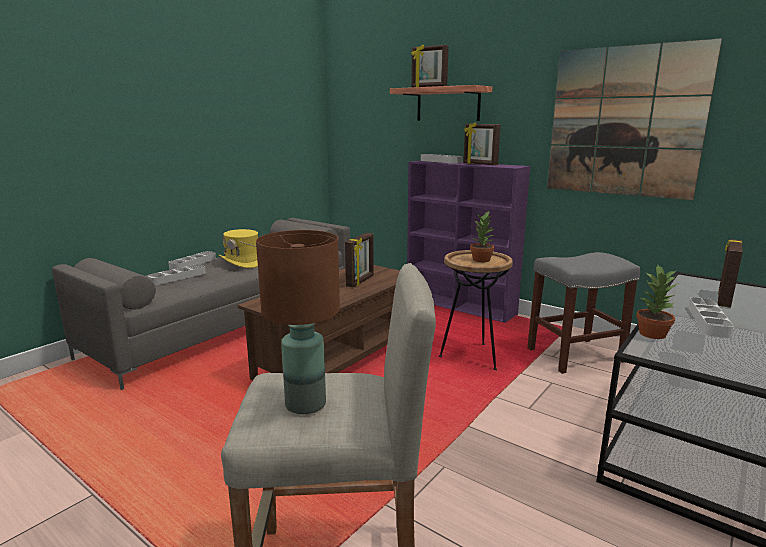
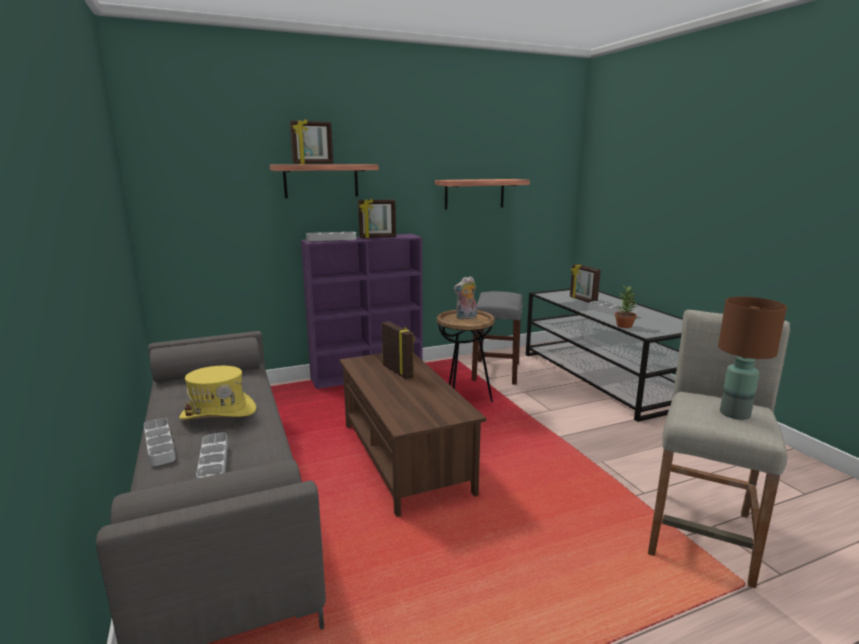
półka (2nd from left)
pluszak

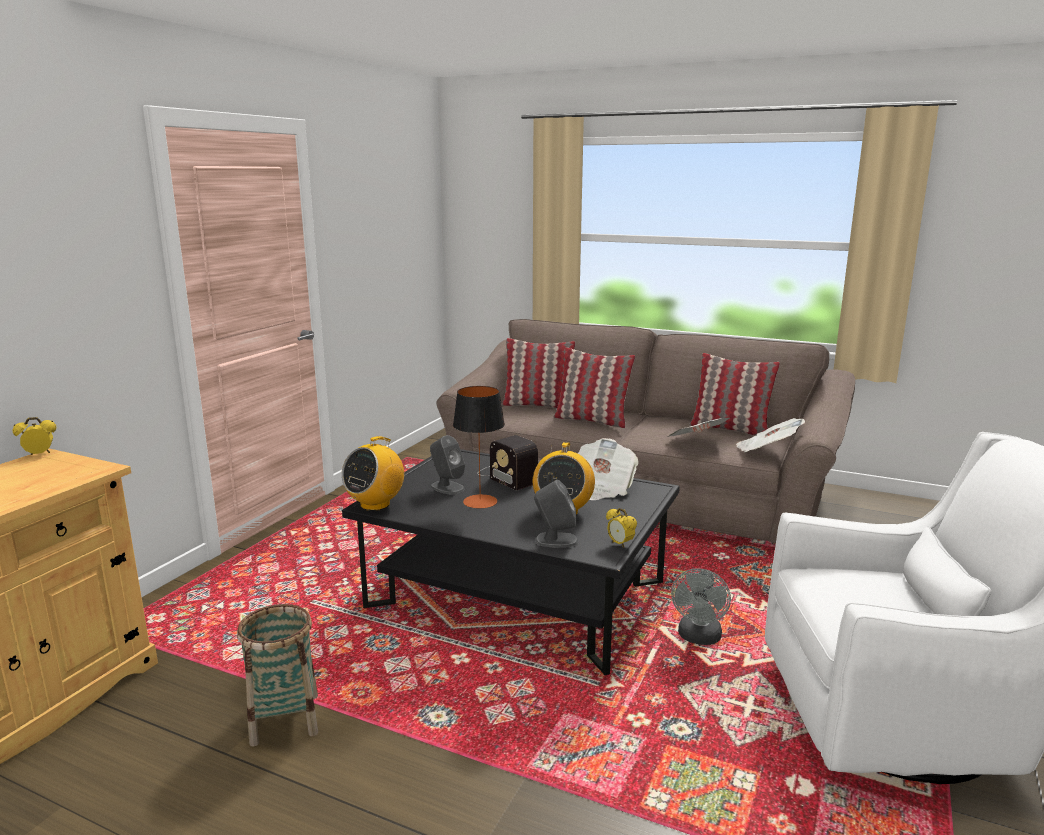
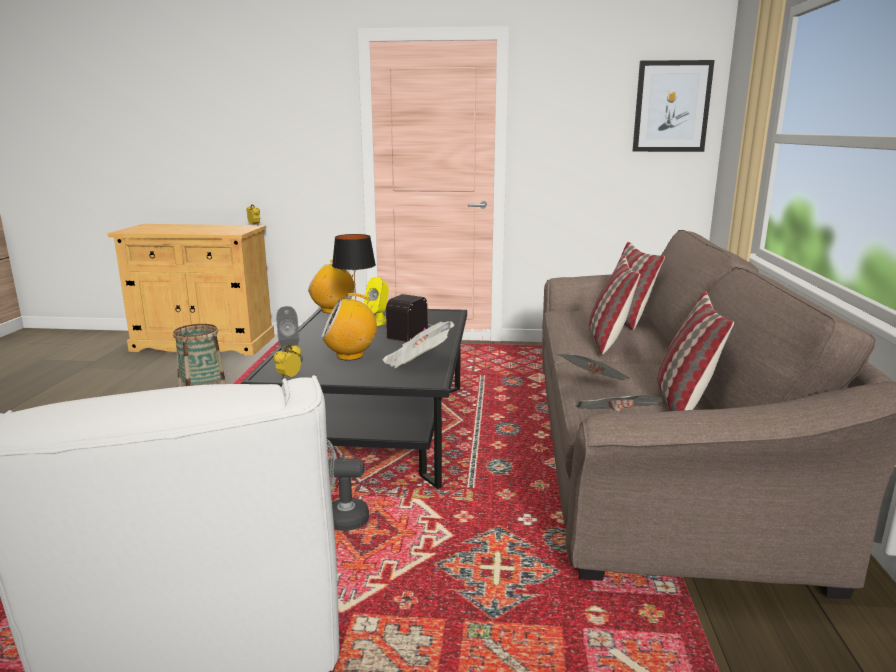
głośnik/żółty
obraz

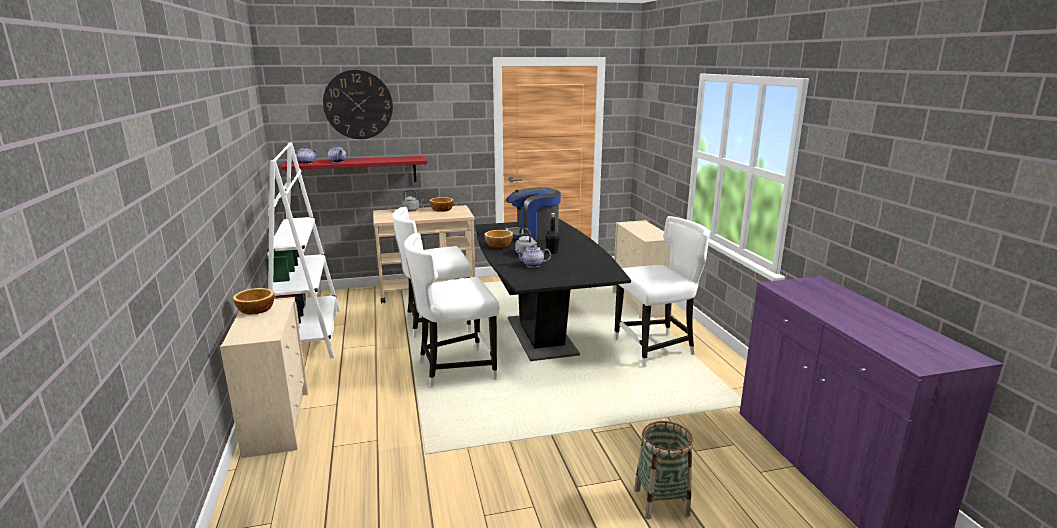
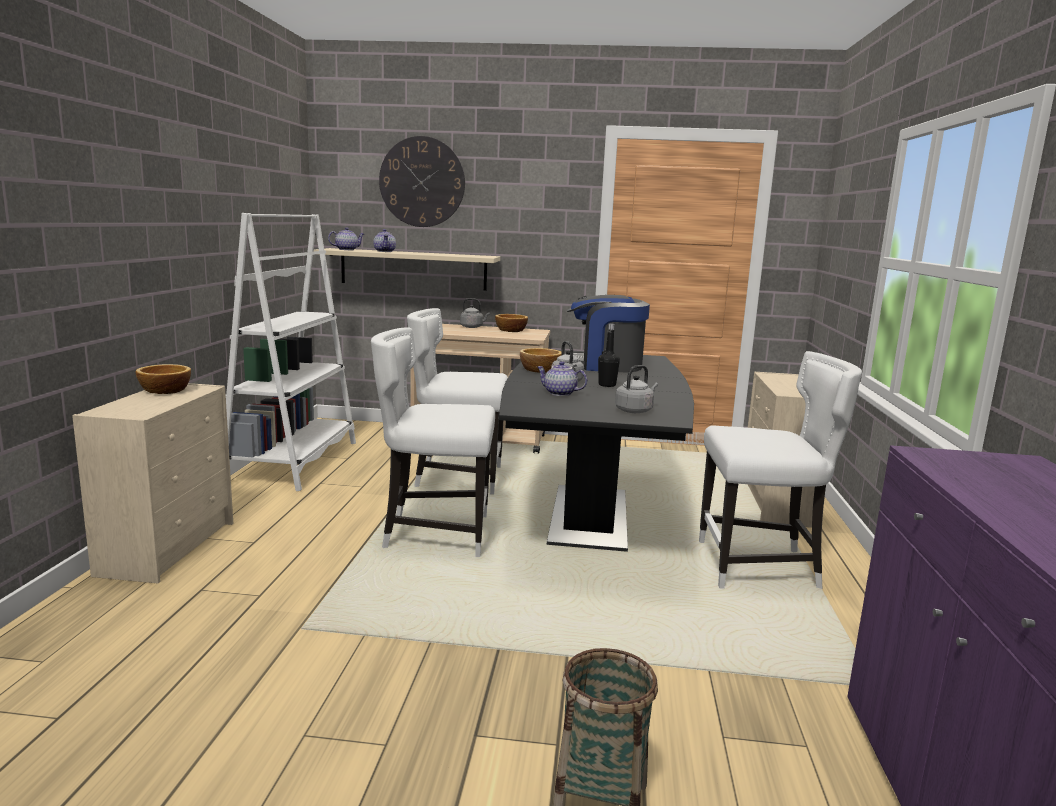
półka/beżowy
czajnik/szary (3rd from left)

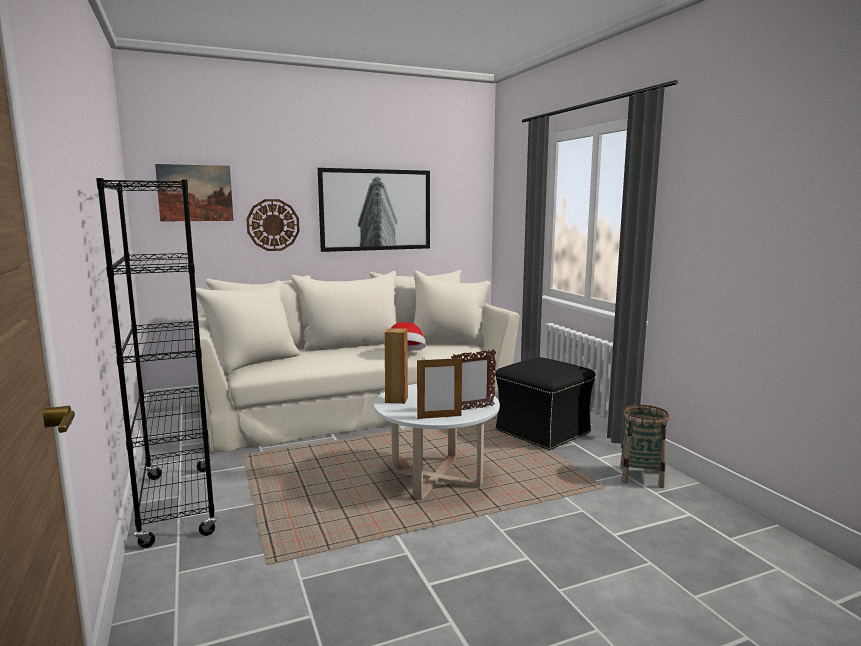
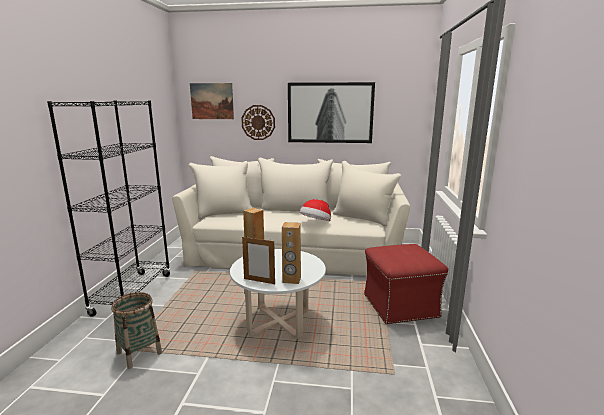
głośnik/brązowy (2nd from left)
pufa/czerwony
koszyk

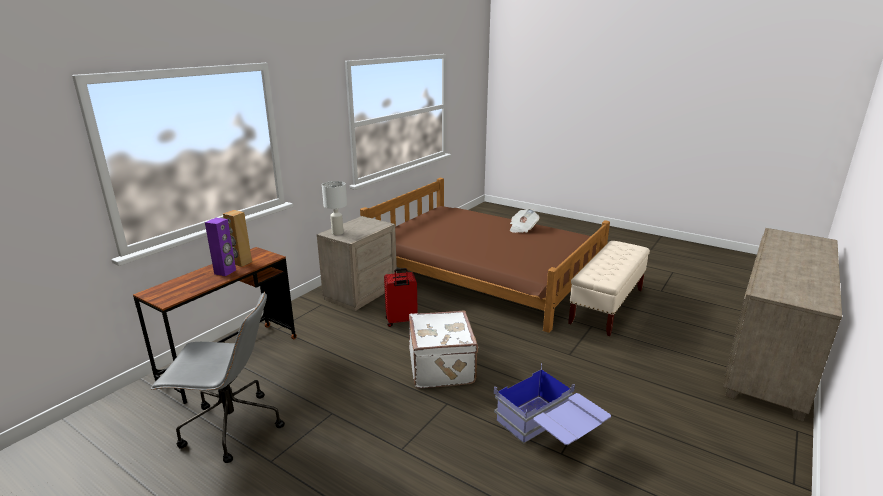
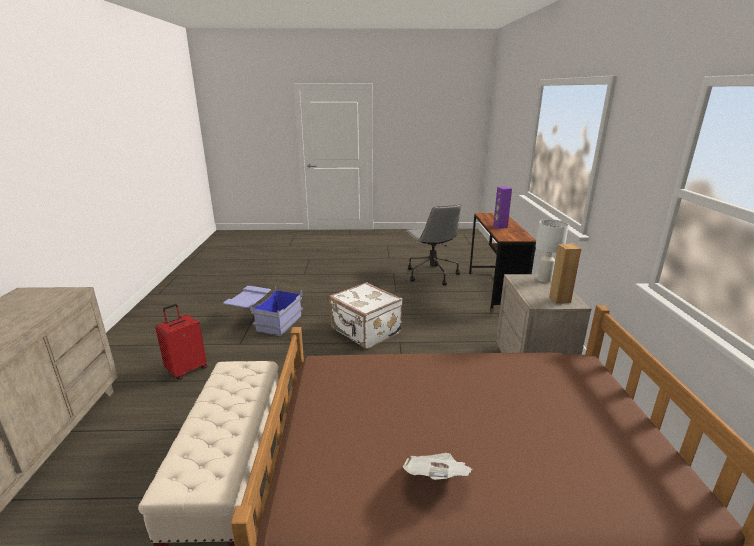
głośnik/brązowy
walizka/czerwony
krzesło biurowe/szary

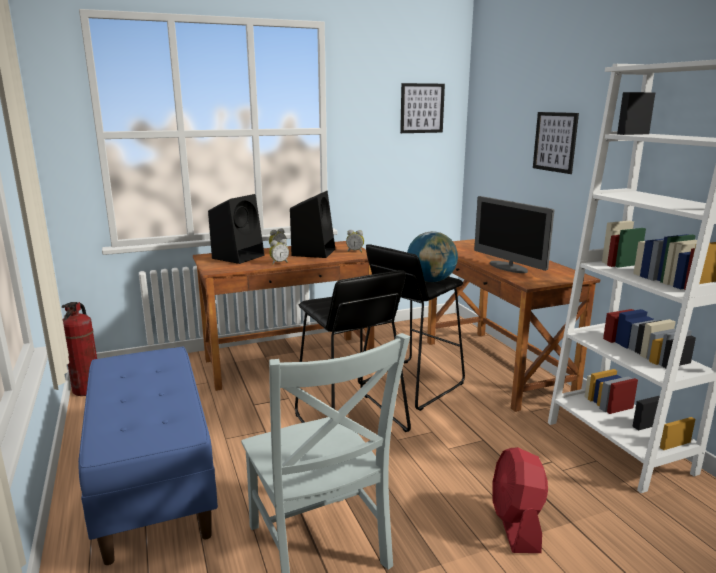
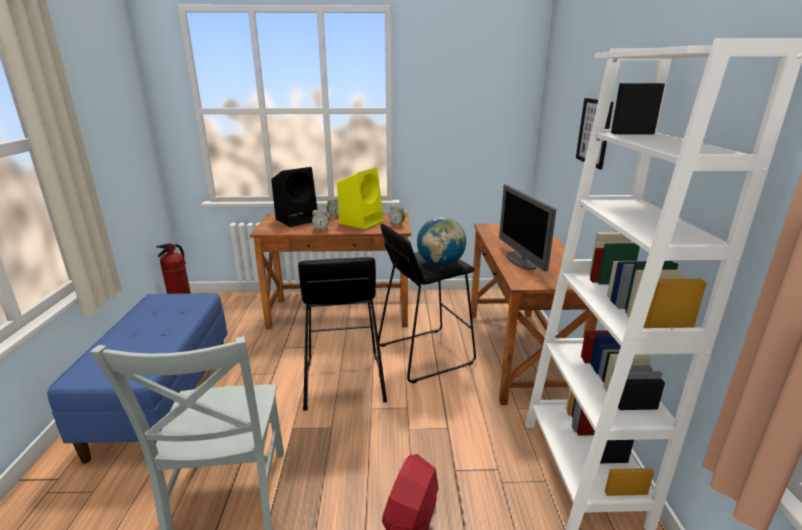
obraz (1st from left in the first image)
głośnik/żółty

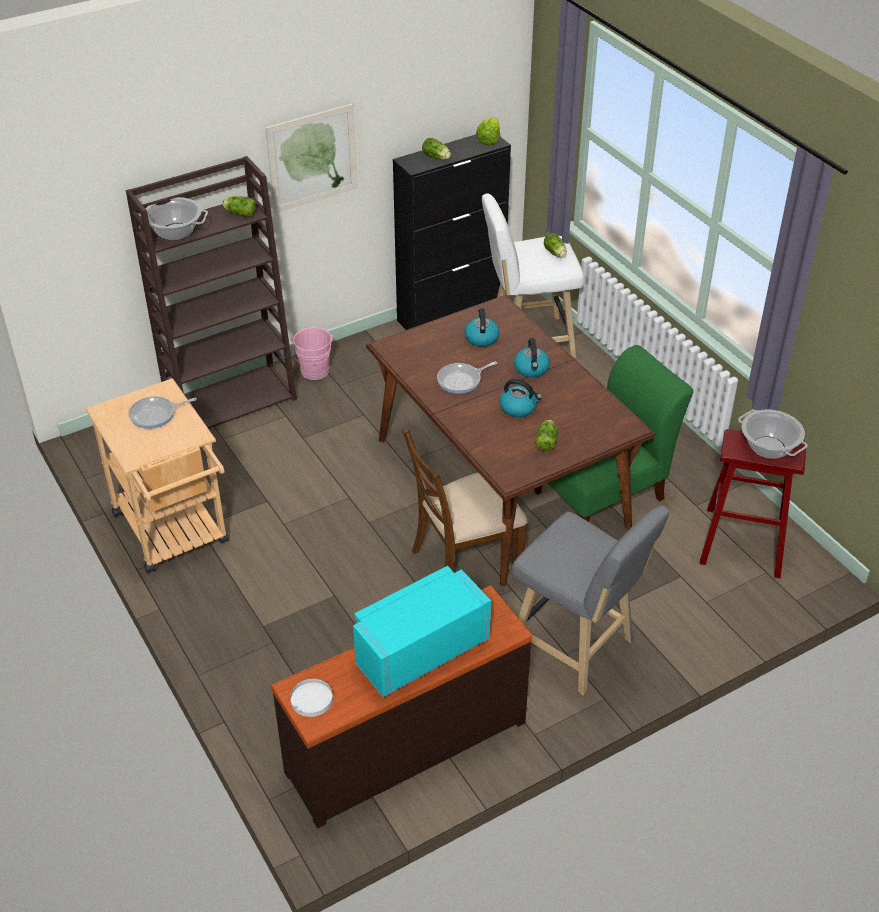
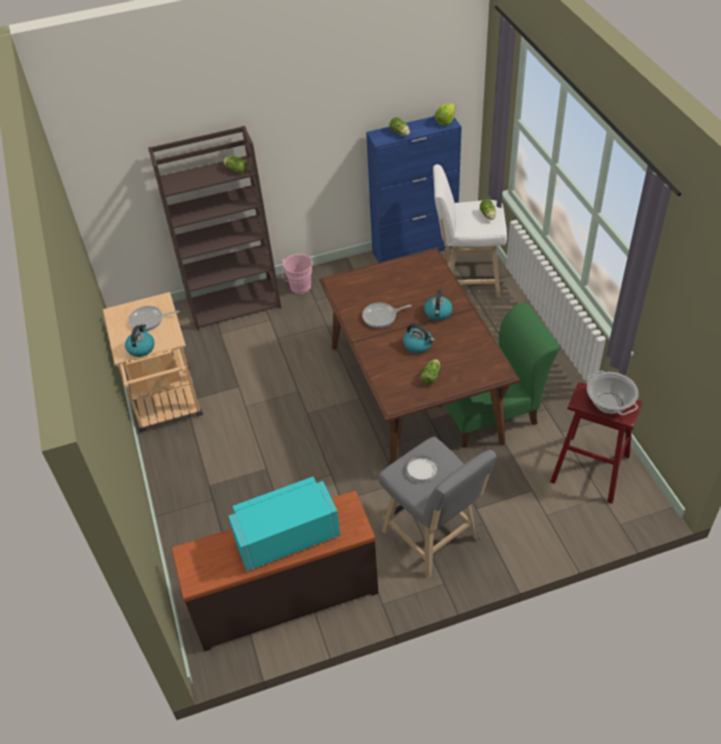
obraz
szafka/niebieski
garnek (1st from left in the first image)
czajnik (1st from left)
krzesło/brązowy
talerz/biały

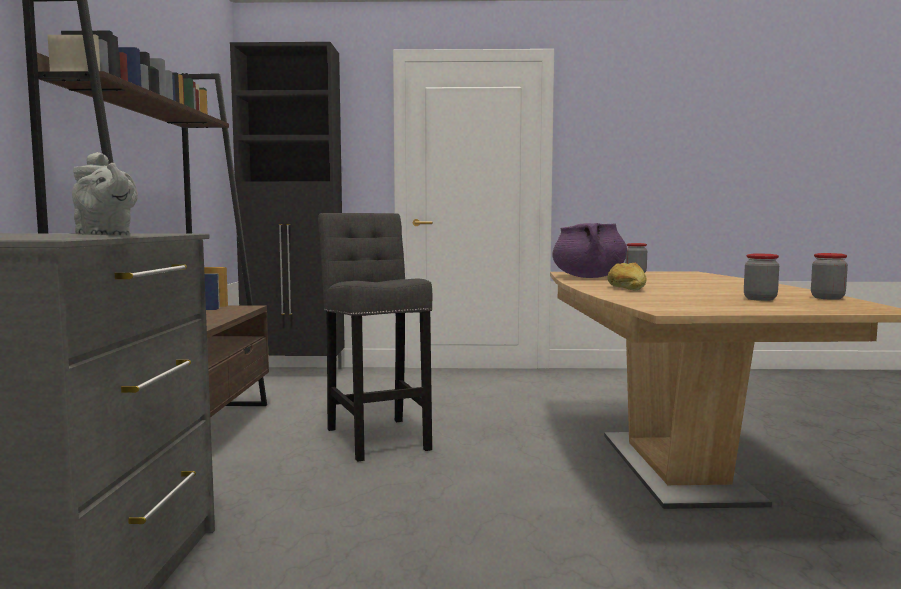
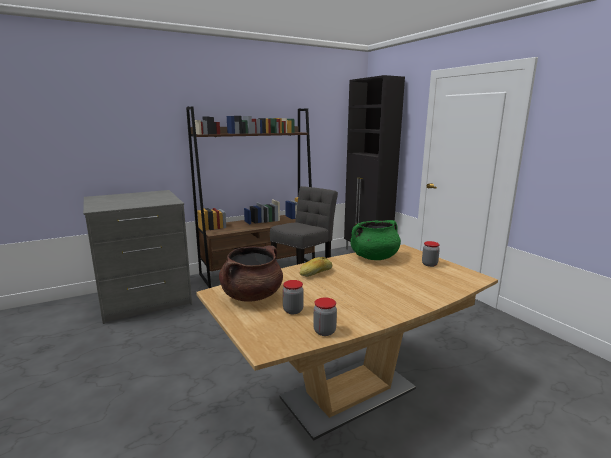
imbryk/szary
garnek/zielony
garnek/brązowy

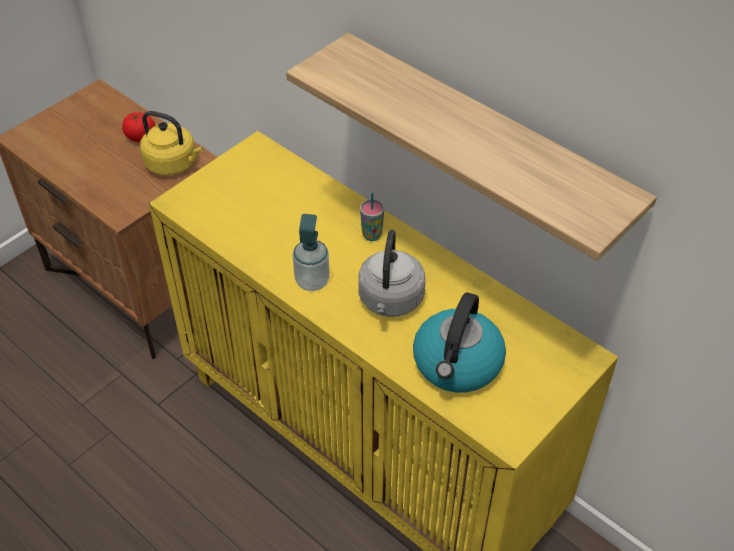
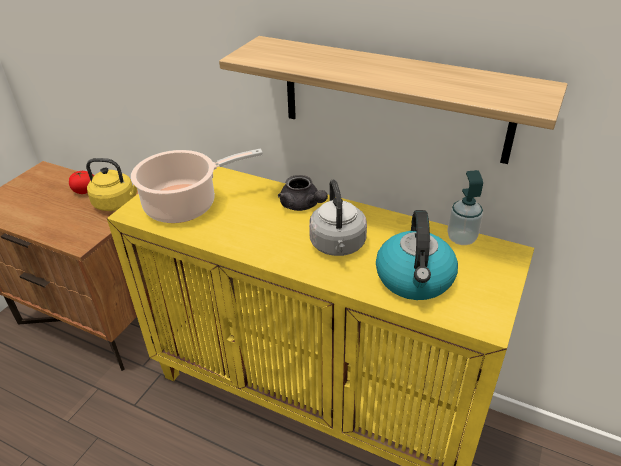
imbryk/szary
dozownik mydła
garnek

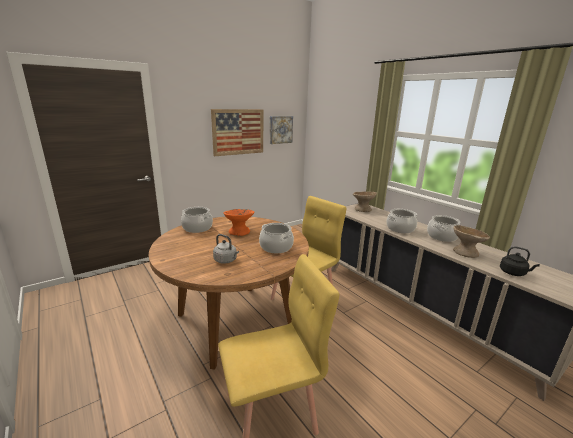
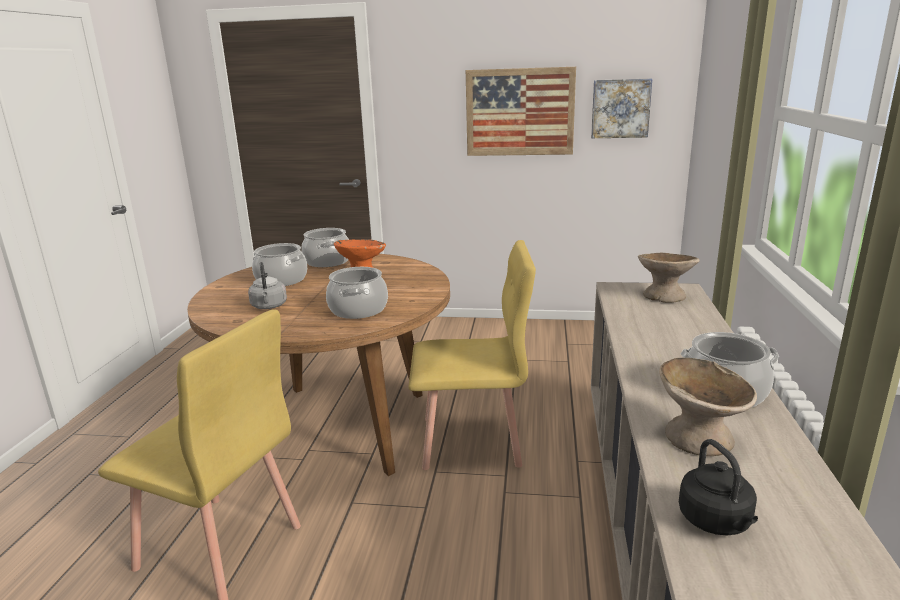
garnek (1st from left)

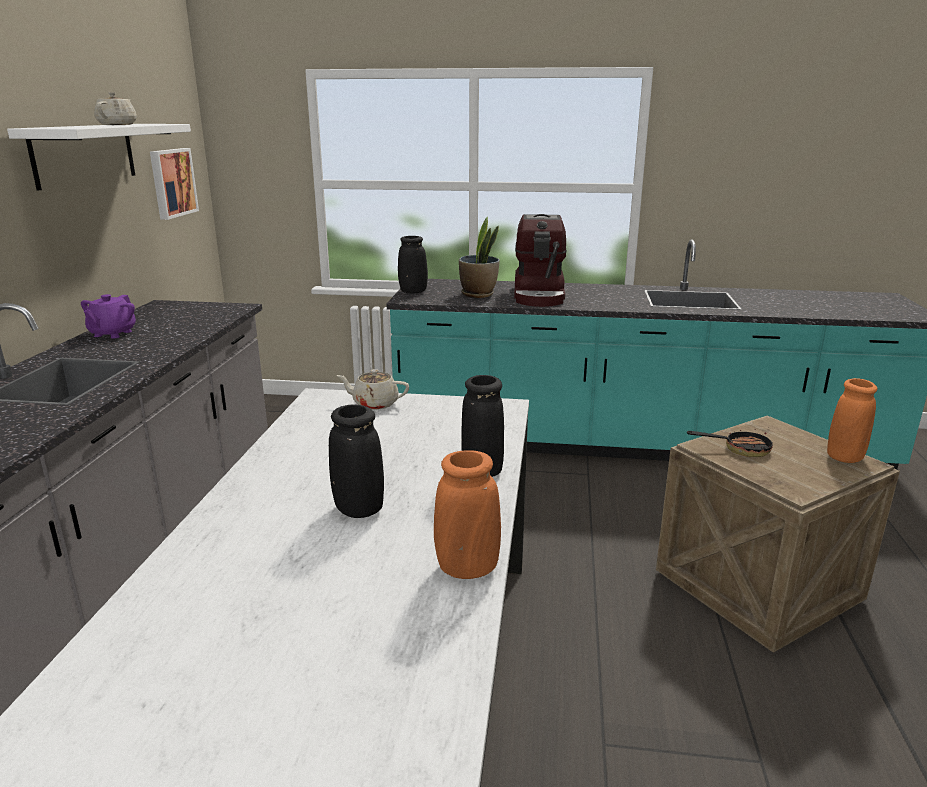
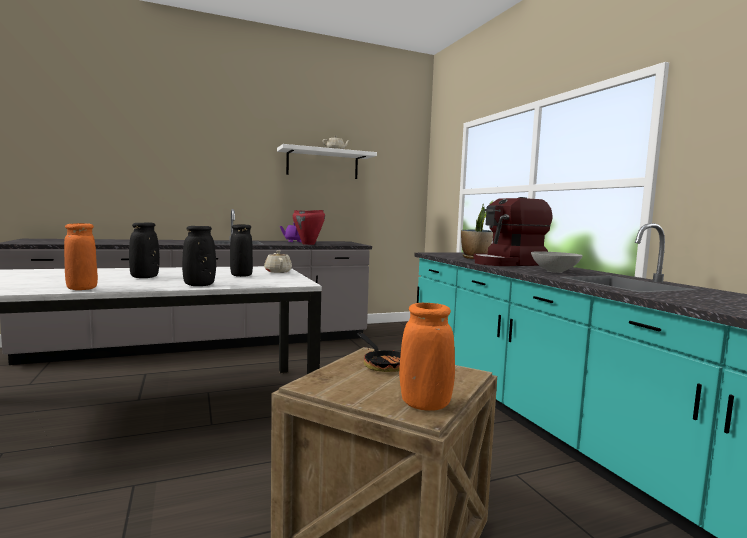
obraz
wazon/czarny (3rd from left)
garnek/czerwony
miska/szary

